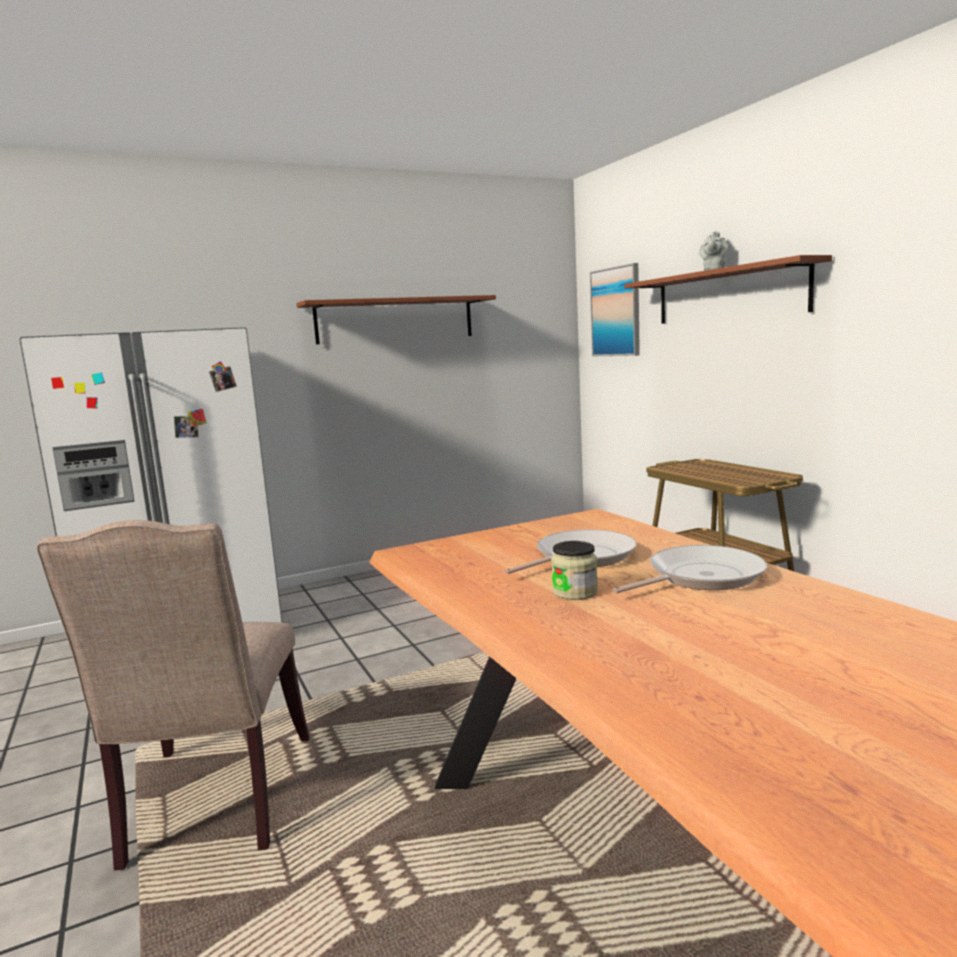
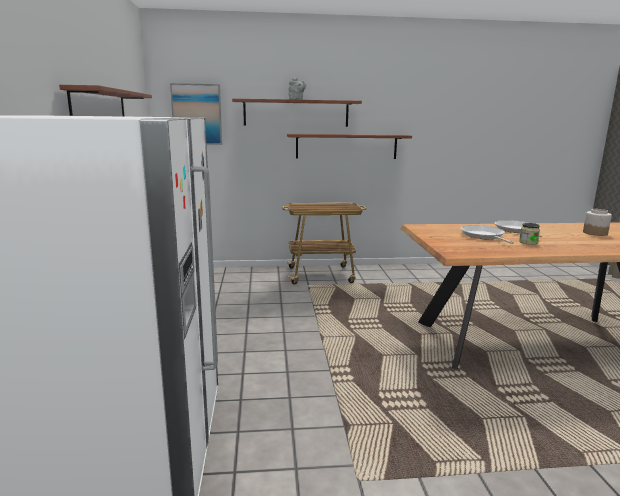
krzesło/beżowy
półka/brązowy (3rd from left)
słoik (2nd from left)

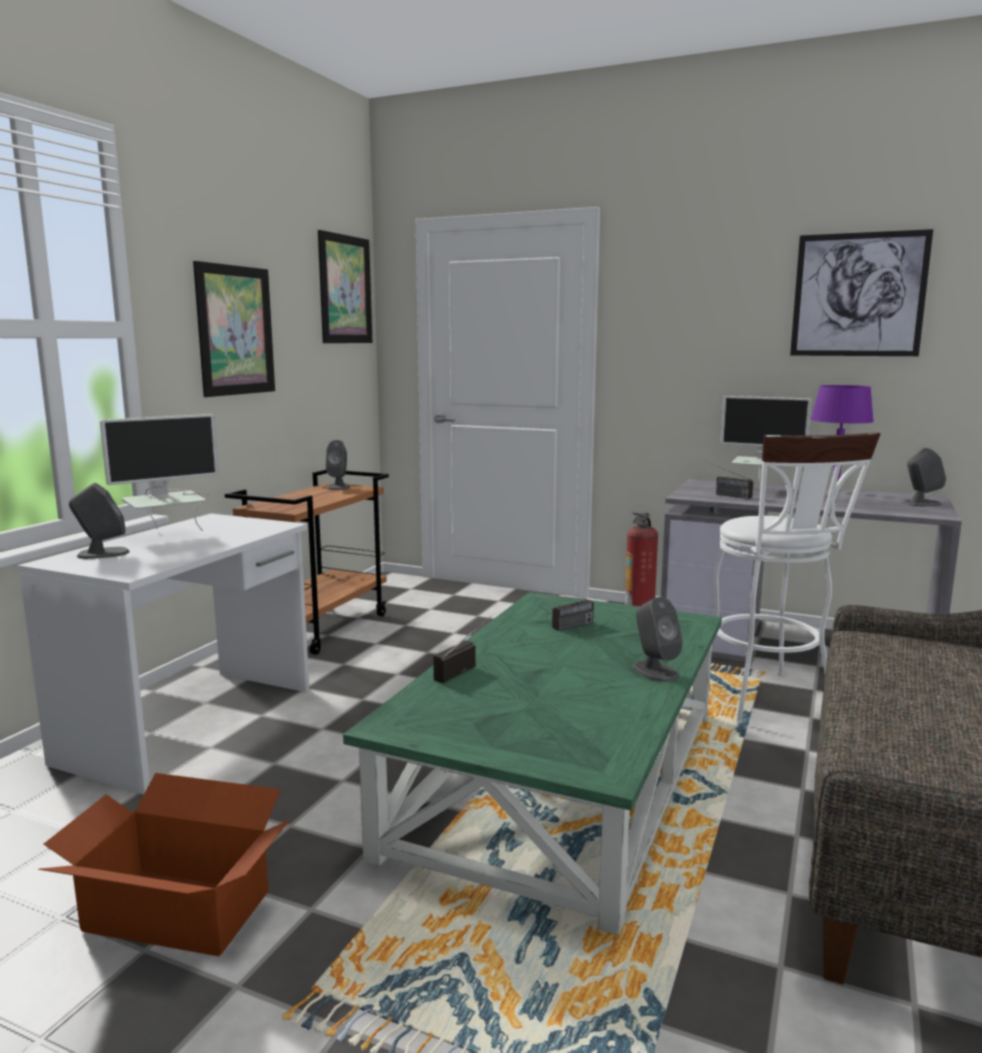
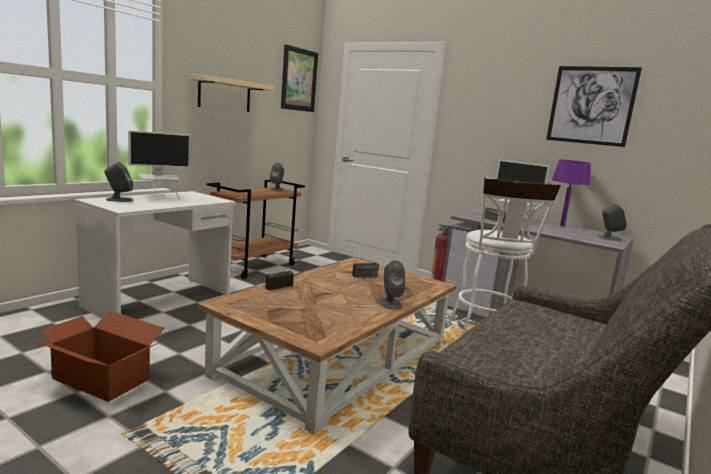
półka/beżowy
ława/brązowy

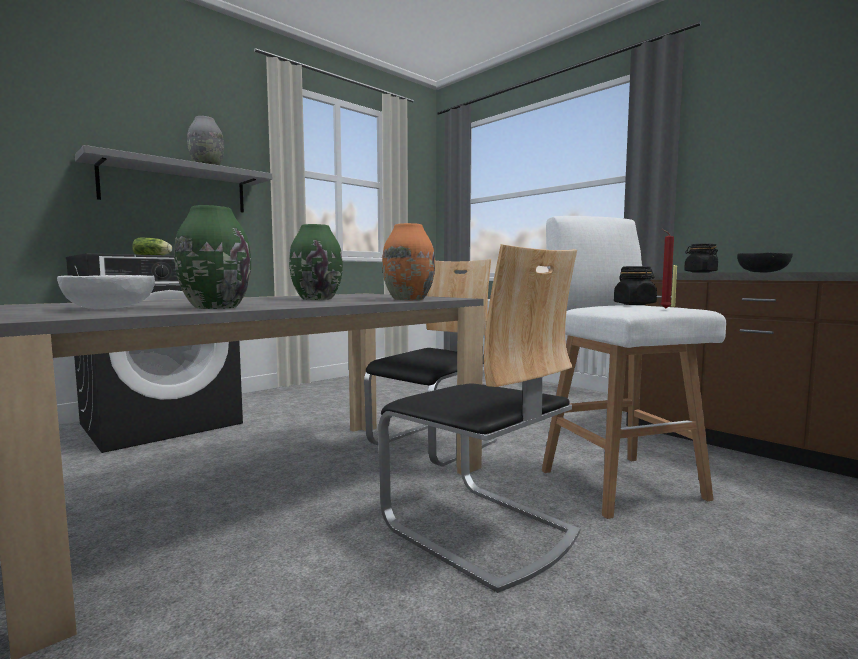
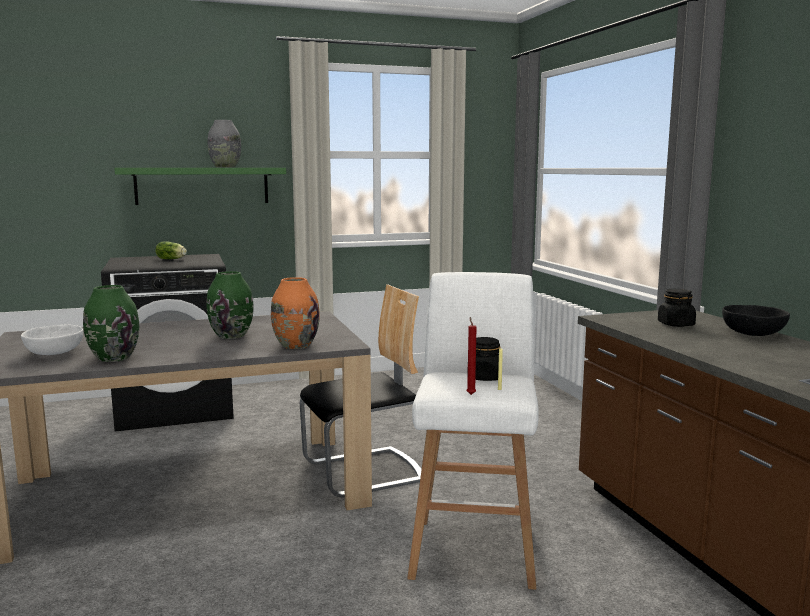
półka/zielony
krzesło (2nd from left in the first image)

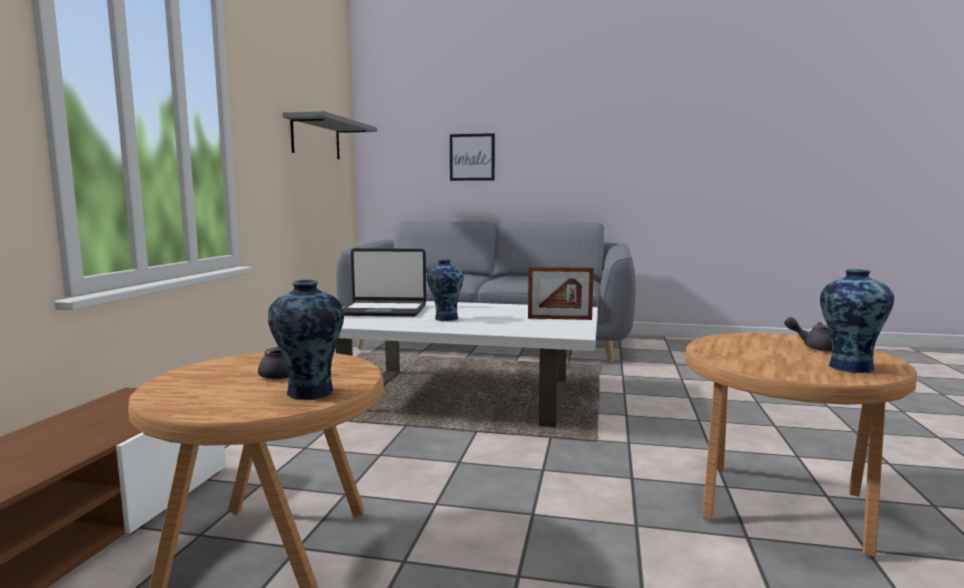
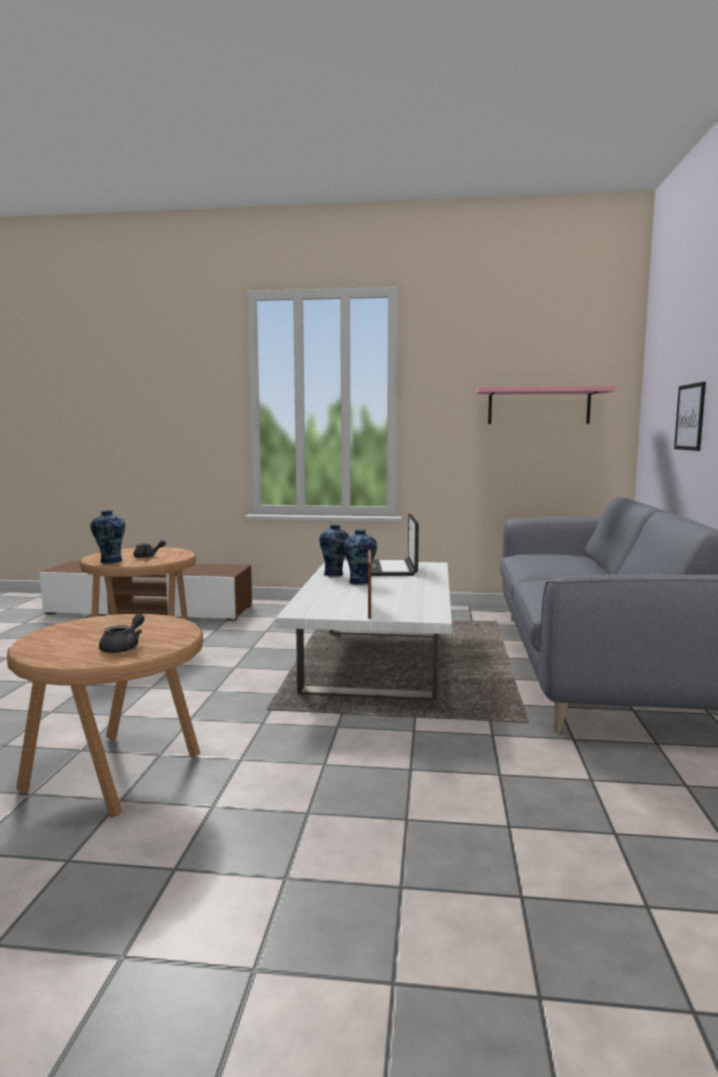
półka/różowy
wazon (2nd from left)

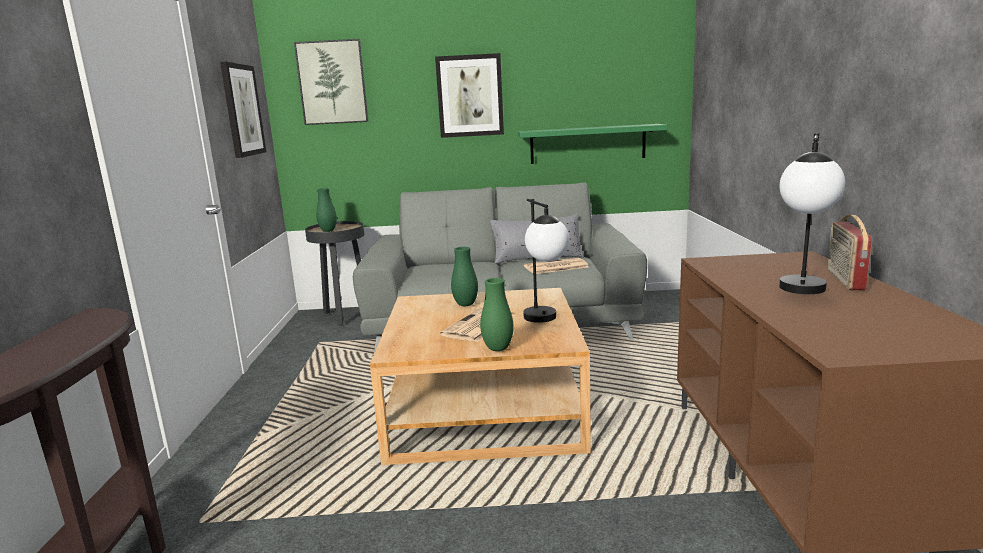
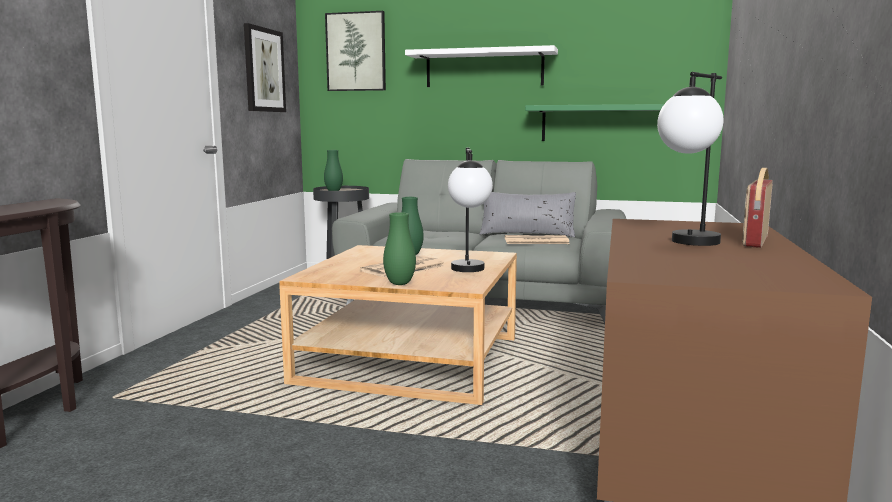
półka/biały

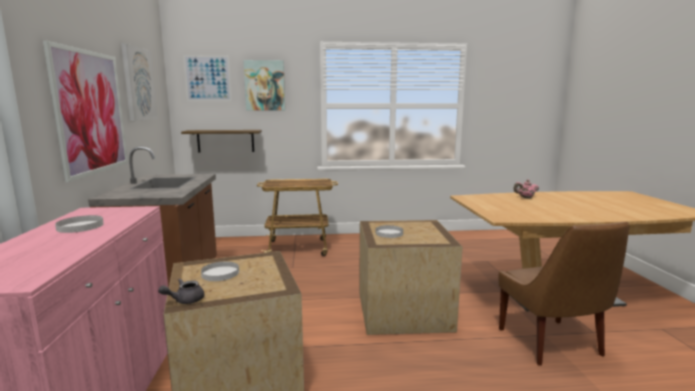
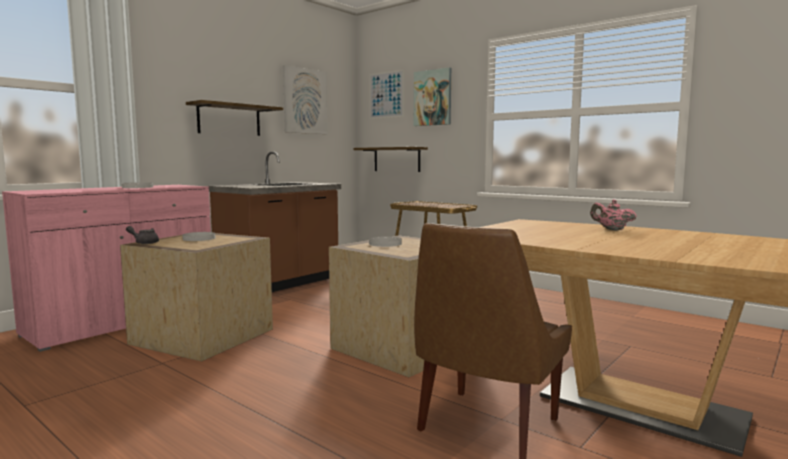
półka (1st from left)

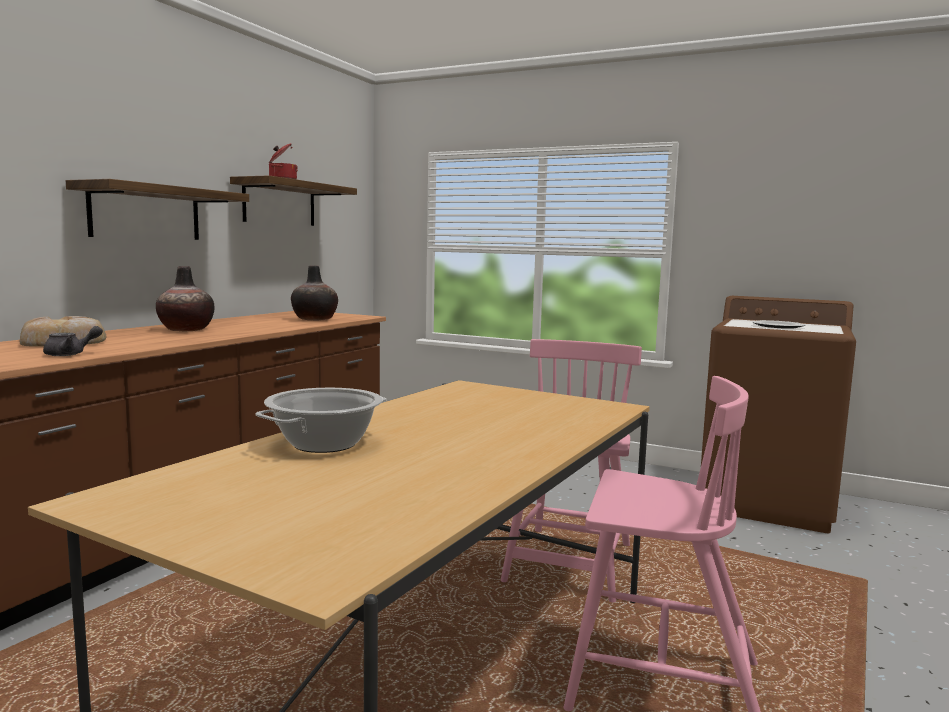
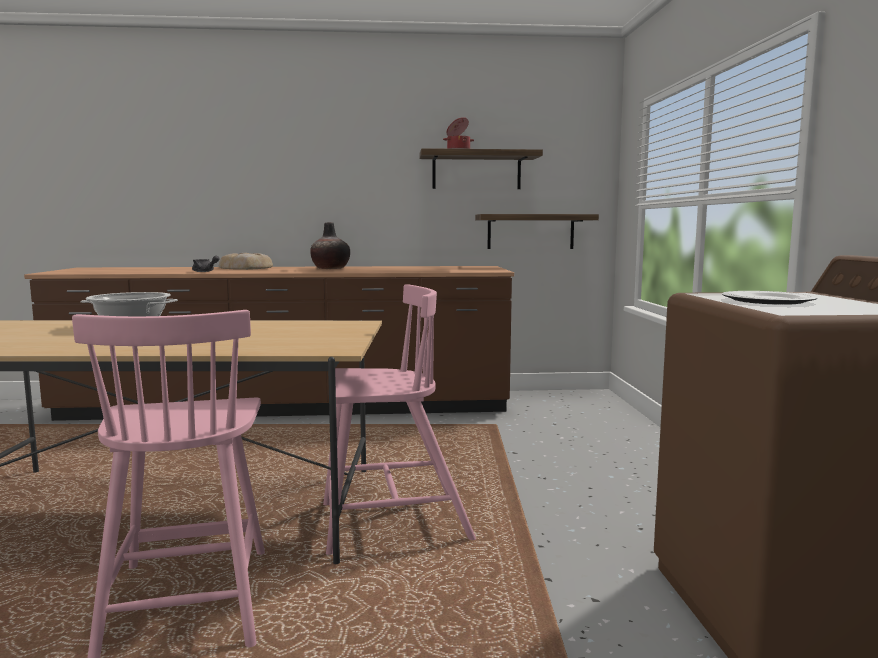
półka (2nd from left)
wazon (2nd from left in the first image)

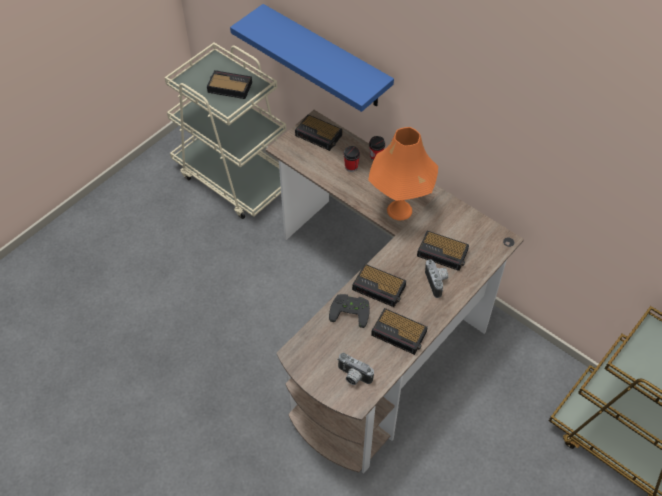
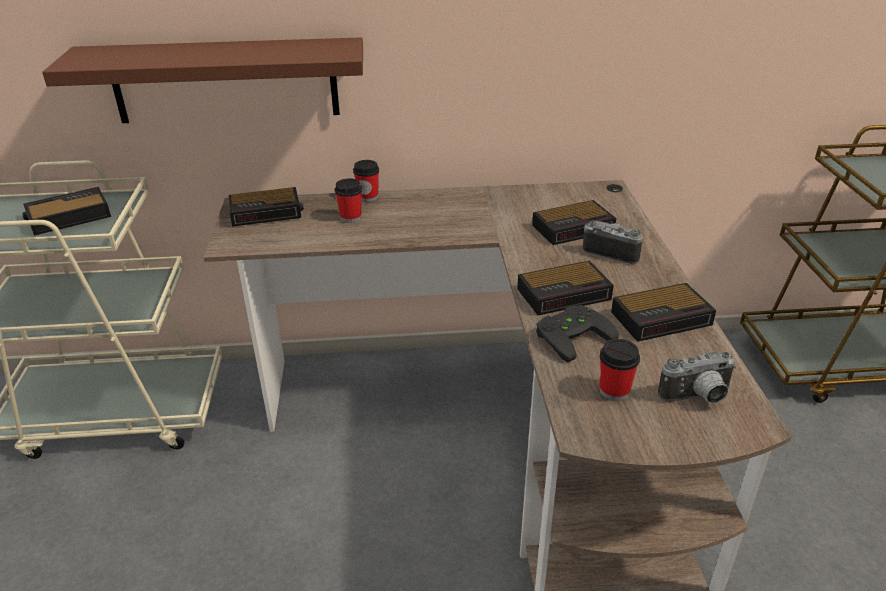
półka/brązowy
lampa stołowa/pomarańczowy
filiżanka (3rd from left)

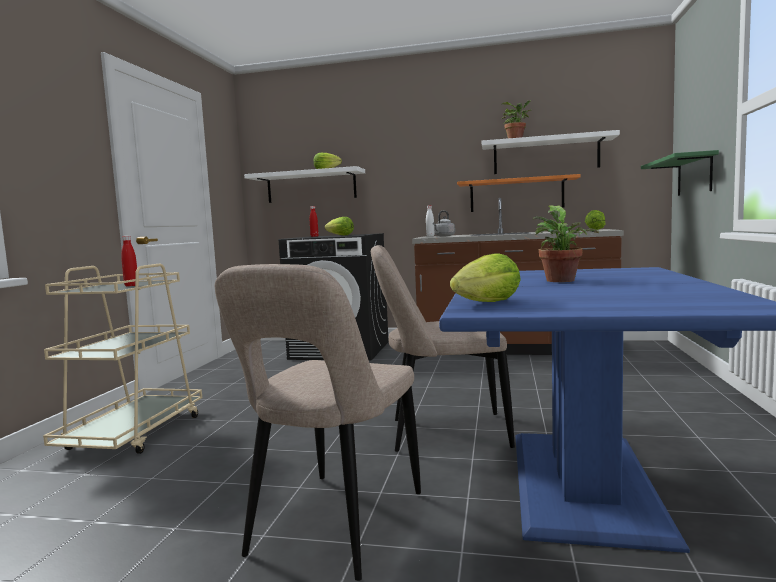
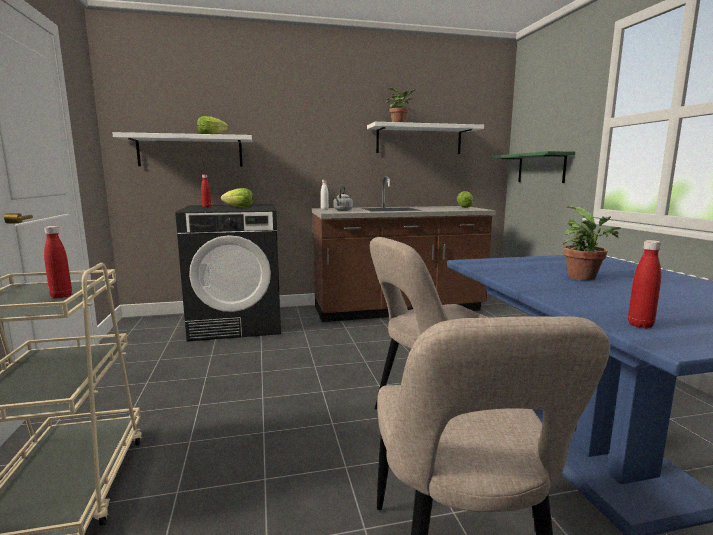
półka/pomarańczowy
butelka/czerwony (3rd from left)

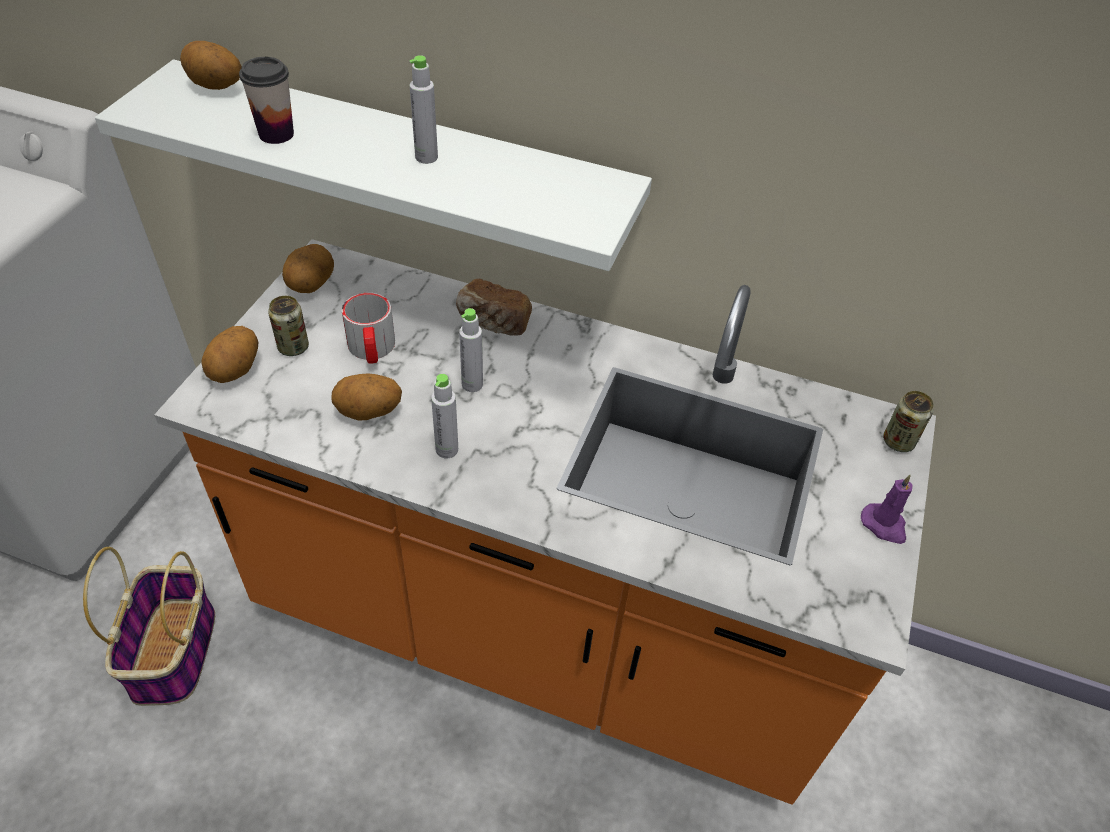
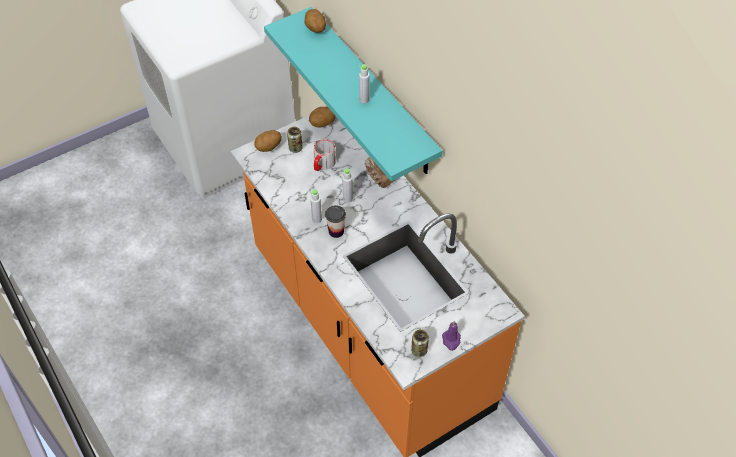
filiżanka
półka/turkusowy
ziemniak (4th from left in the first image)
puszka (2nd from left)
koszyk

